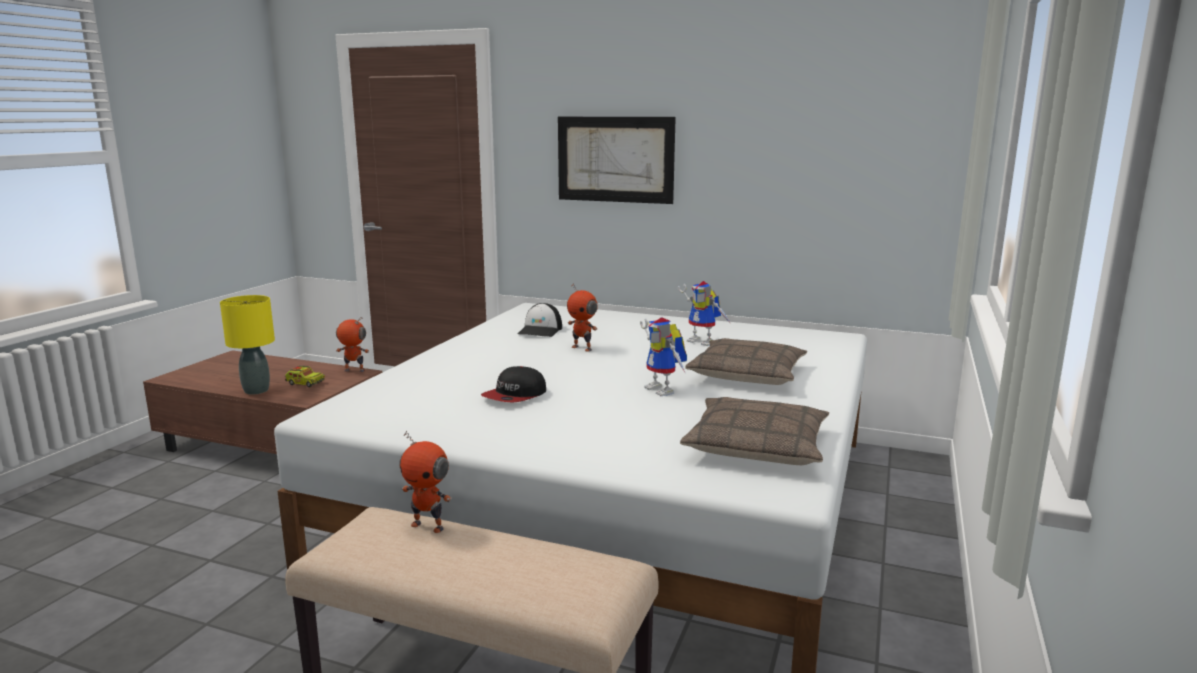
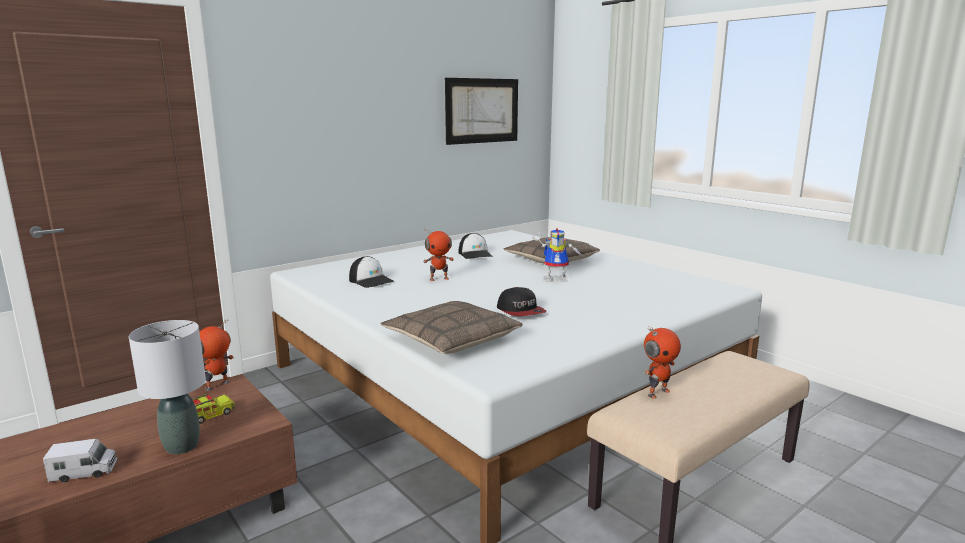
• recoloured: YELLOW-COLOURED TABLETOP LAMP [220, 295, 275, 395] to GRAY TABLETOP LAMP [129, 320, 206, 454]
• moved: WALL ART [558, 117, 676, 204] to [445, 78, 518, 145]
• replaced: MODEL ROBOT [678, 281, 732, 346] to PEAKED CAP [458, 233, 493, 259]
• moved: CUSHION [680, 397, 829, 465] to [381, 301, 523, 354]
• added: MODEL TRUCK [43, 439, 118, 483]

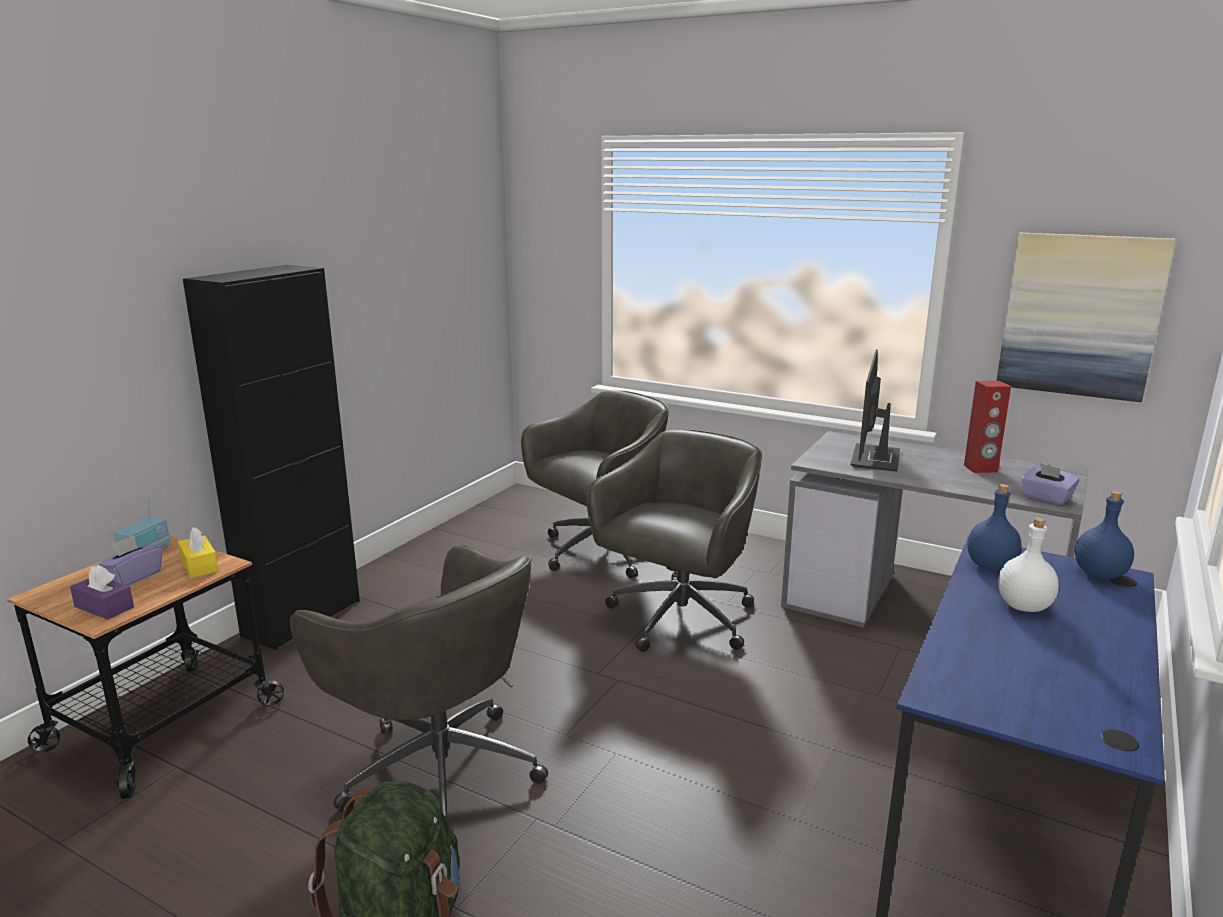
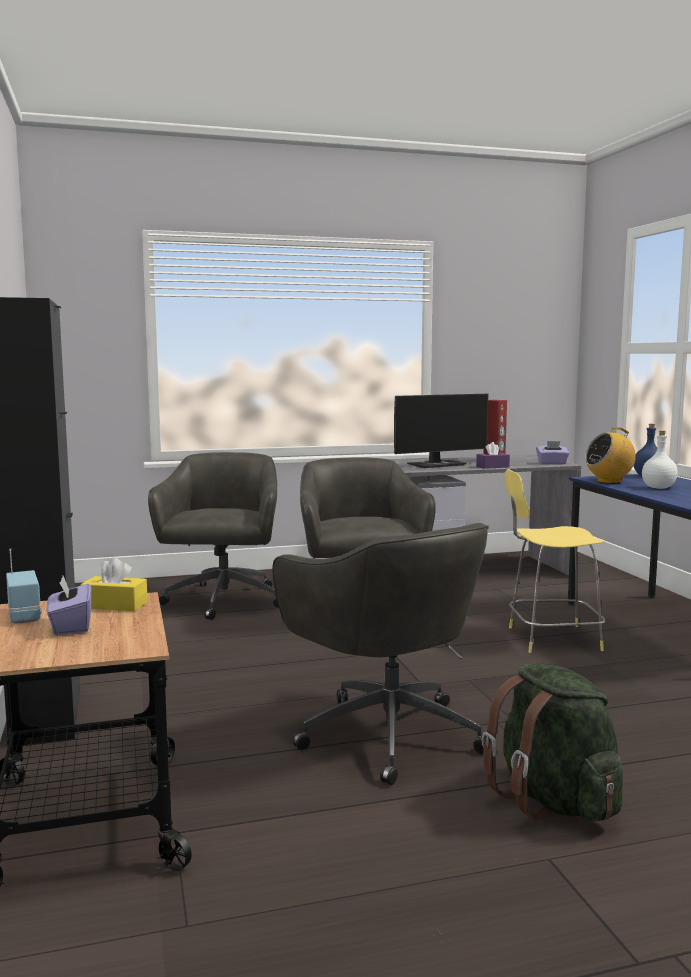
• moved: PURPLE TISSUE BOX [70, 565, 134, 620] to [476, 442, 510, 469]
• turned: GRAY OFFICE CHAIR [290, 545, 548, 819] = [272, 523, 489, 785] 60 degrees clockwise
• turned: COMPUTER DISPLAY [851, 349, 900, 472] = [394, 394, 488, 468] 90 degrees counterclockwise
• replaced: BLUISH BOTTLE [967, 484, 1022, 570] to RADIO SET [585, 427, 636, 484]
• removed: WALL ART [997, 233, 1176, 402]
• added: YELLOW-COLOURED STOOL [504, 469, 606, 653]

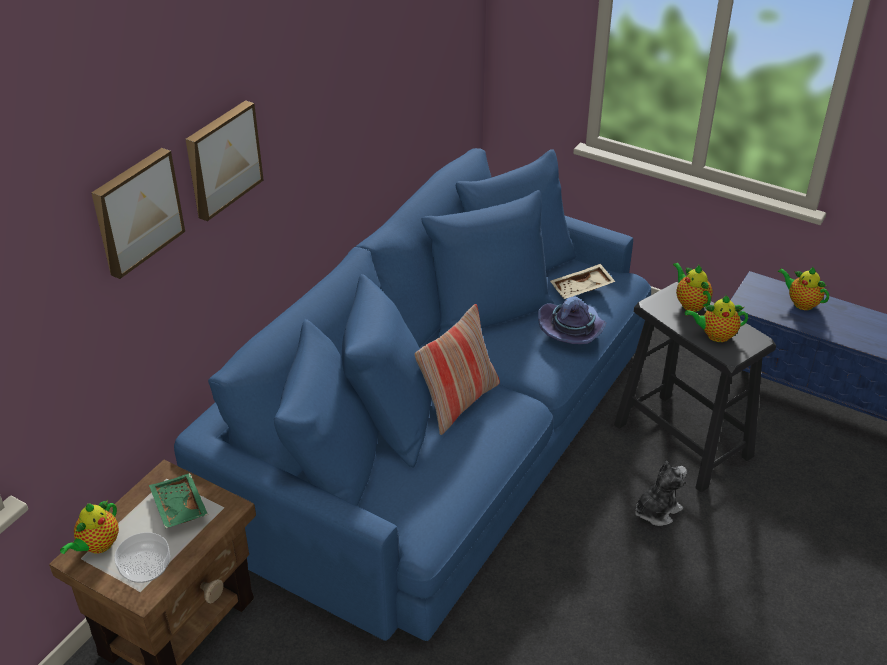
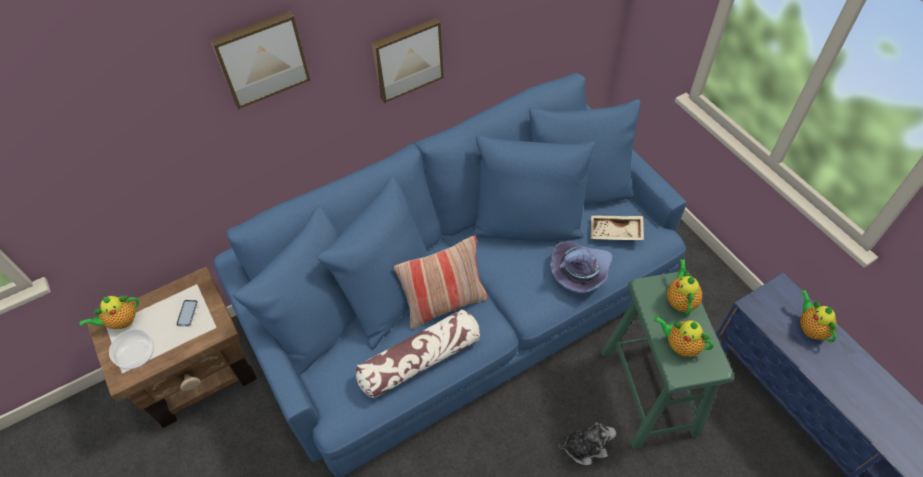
• moved: WALL ART [91, 148, 185, 279] to [372, 18, 444, 103]
• replaced: GREEN SERVING TRAY [149, 473, 208, 529] to TELEPHONE [176, 300, 198, 327]
• recoloured: BLACK-COLOURED STOOL [614, 282, 776, 492] to GREEN STOOL [601, 272, 734, 448]
• added: CUSHION [356, 309, 480, 399]

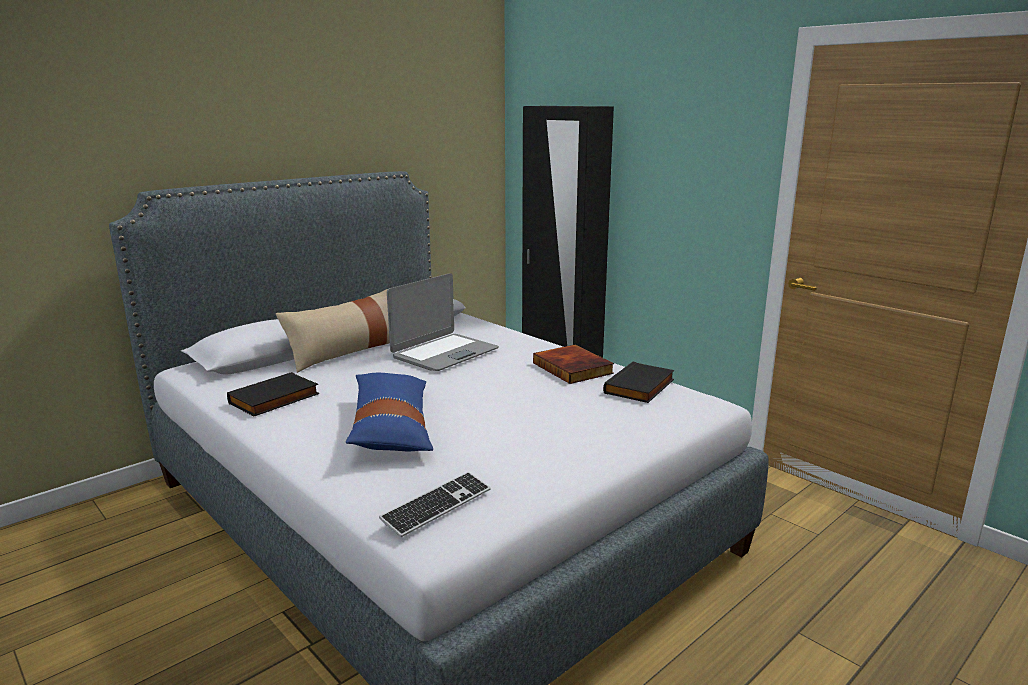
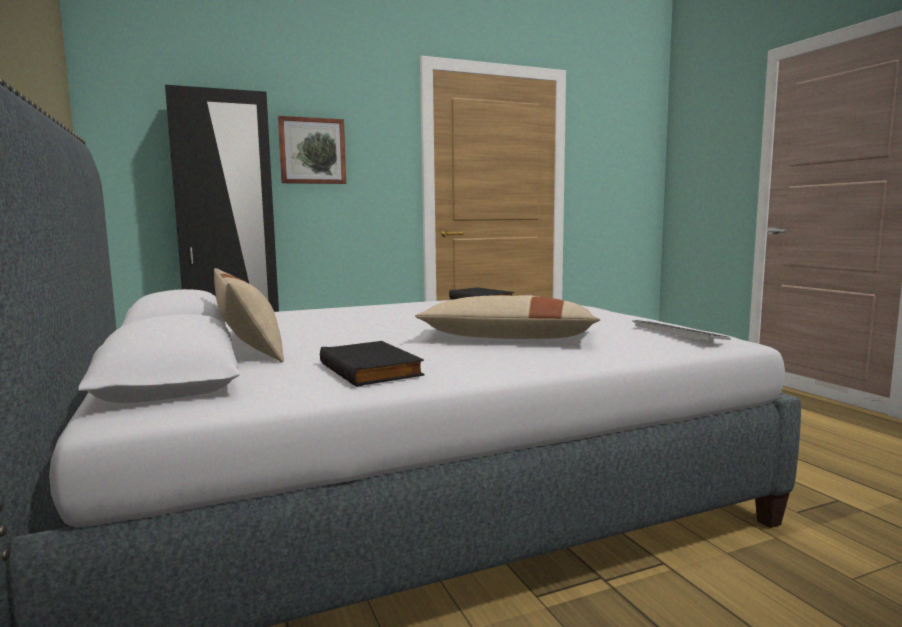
• recoloured: BLUISH CUSHION [346, 373, 433, 451] to BEIGE-COLOURED CUSHION [415, 295, 601, 339]
• removed: LAPTOP [387, 274, 499, 371]
• removed: BOUND BOOK [533, 345, 614, 384]
• added: WALL ART [278, 116, 346, 184]

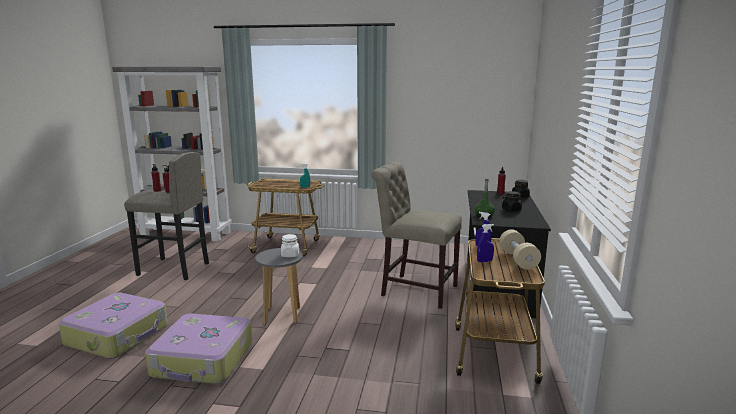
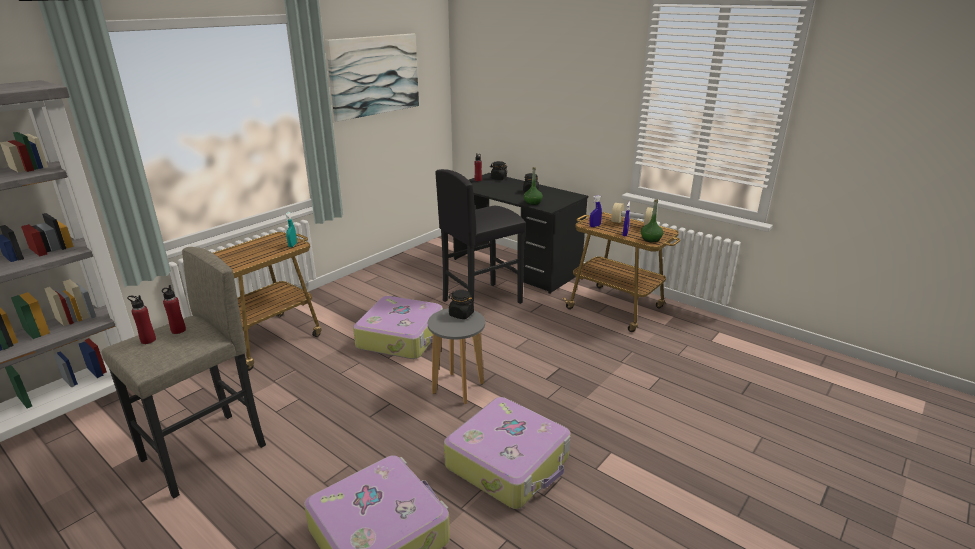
• recoloured: WHITE-COLOURED PRESERVE JAR [281, 234, 299, 257] to BLACK-COLOURED PRESERVE JAR [448, 290, 474, 319]
• replaced: BEIGE-COLOURED CHAIR [371, 161, 462, 309] to BLACK-COLOURED STOOL [435, 169, 526, 305]
• added: WALL ART [325, 34, 419, 122]
• added: PIECE OF LUGGAGE [353, 296, 443, 359]
• added: GREEN BOTTLE [641, 199, 663, 242]

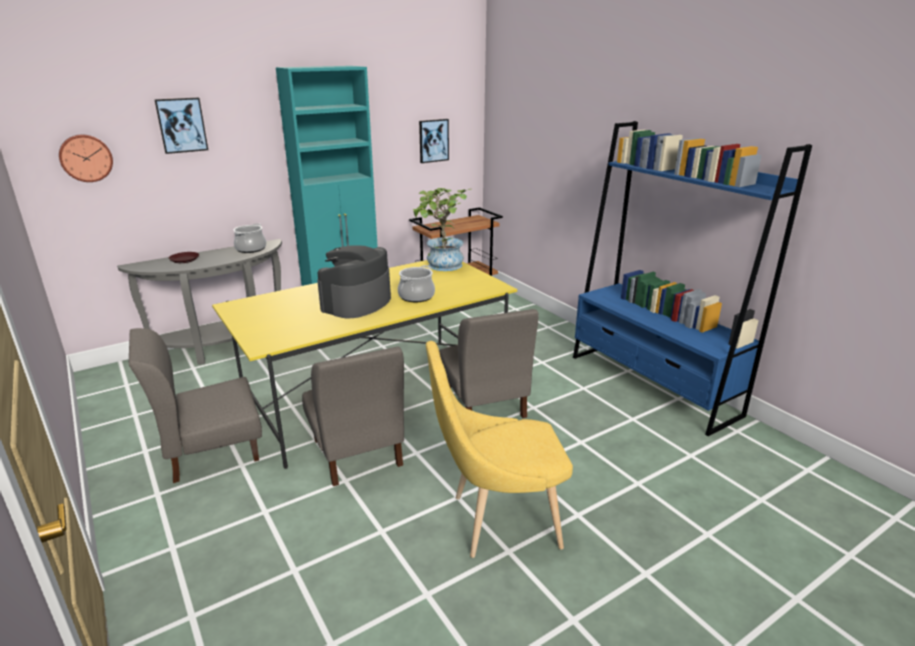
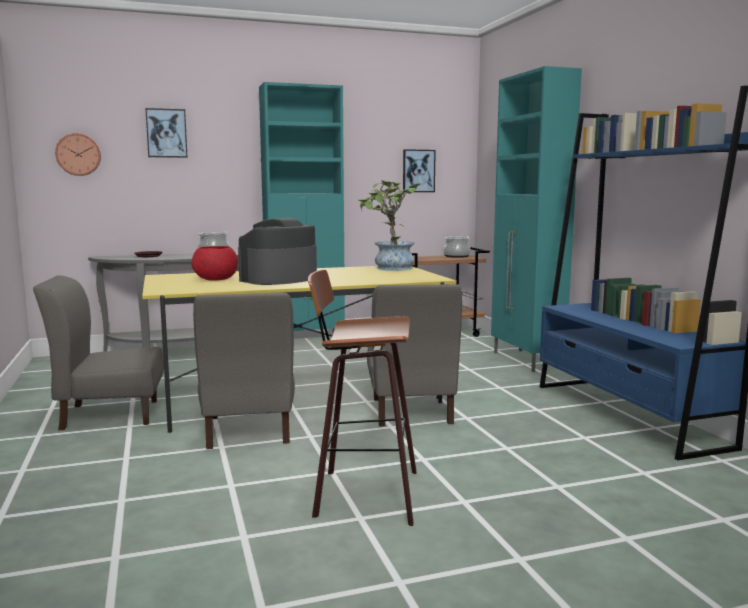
• moved: COOKING POT [398, 265, 435, 302] to [443, 236, 471, 258]
• replaced: YELLOW-COLOURED CHAIR [426, 341, 573, 558] to STOOL [308, 270, 416, 526]
• added: REDDISH BOWL [191, 246, 238, 281]
• added: TURQUOISE-COLOURED STORAGE CABINET [491, 66, 582, 372]

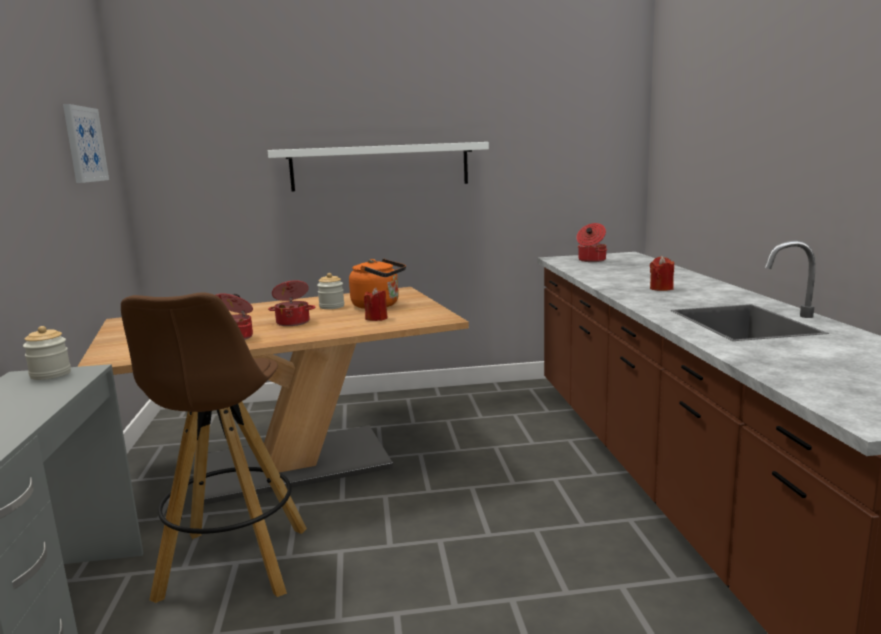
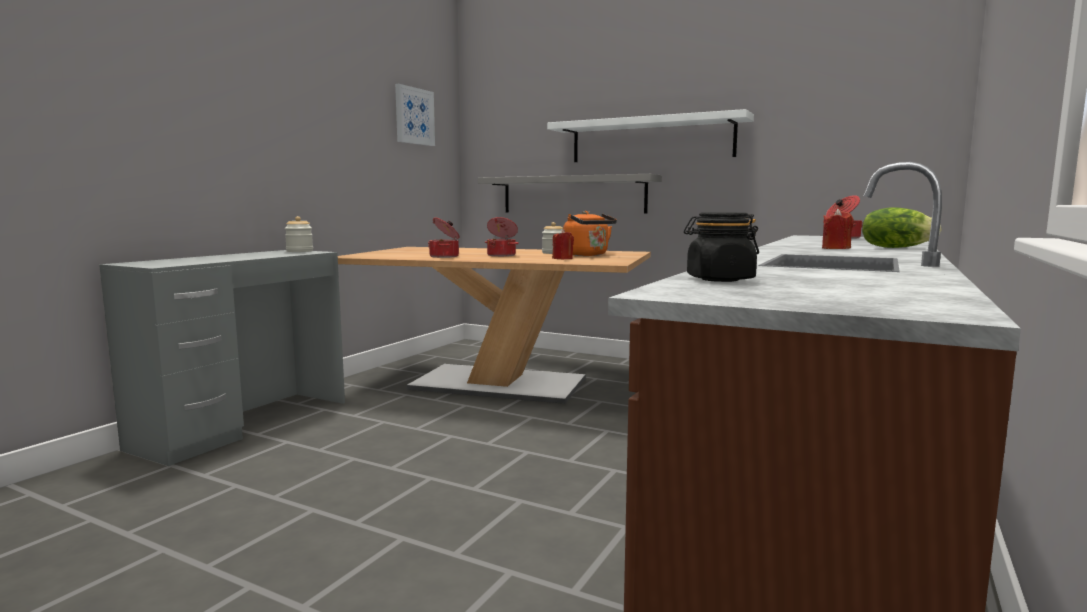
• removed: BROWN STOOL [121, 292, 307, 603]
• added: GRAY SHELF [478, 174, 662, 214]
• added: BLACK-COLOURED PRESERVE JAR [684, 212, 759, 282]
• added: HEAD OF LETTUCE [862, 207, 941, 248]

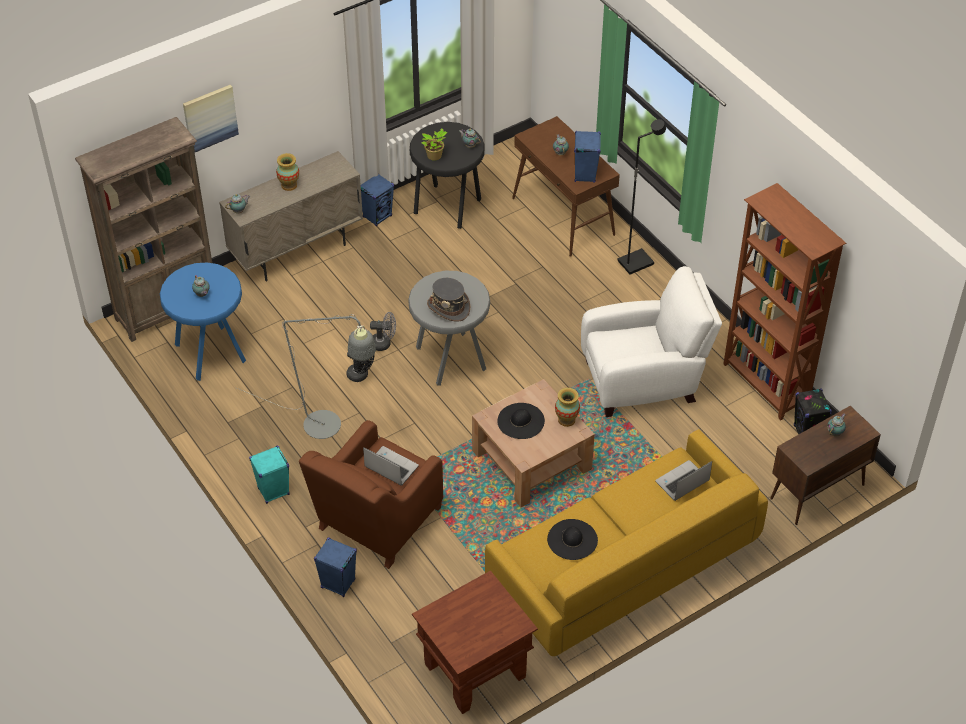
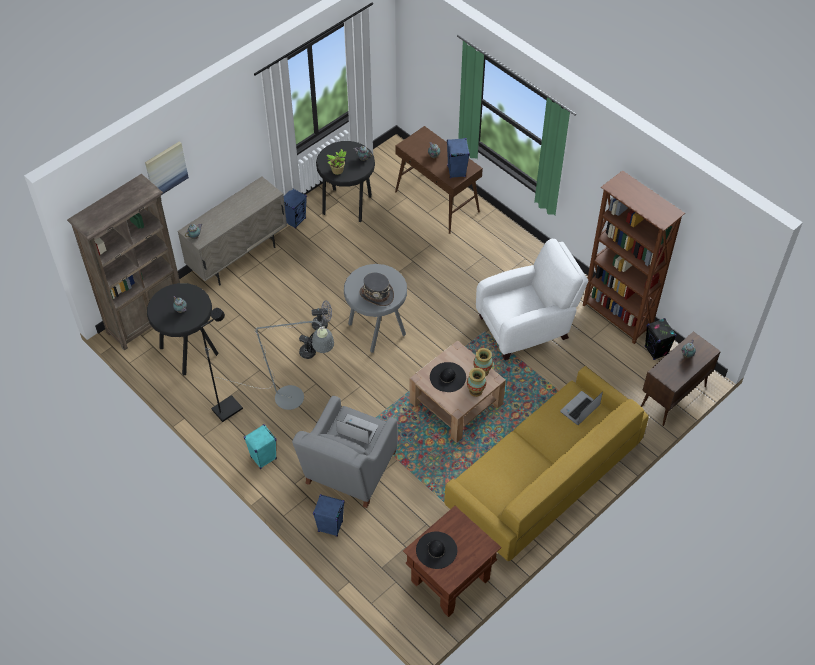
• recoloured: BLUISH STOOL [160, 263, 246, 381] to BLACK-COLOURED STOOL [147, 283, 219, 375]
• moved: DECORATIVE VASE [276, 153, 299, 191] to [467, 368, 486, 397]
• recoloured: BROWN EASY CHAIR [299, 420, 443, 569] to GRAY EASY CHAIR [292, 396, 398, 508]
• moved: BLACK-COLOURED WEARABLE HAT [547, 519, 598, 560] to [416, 531, 457, 569]
• moved: BLACK-COLOURED STANDARD LAMP [617, 119, 666, 275] to [201, 308, 243, 422]

